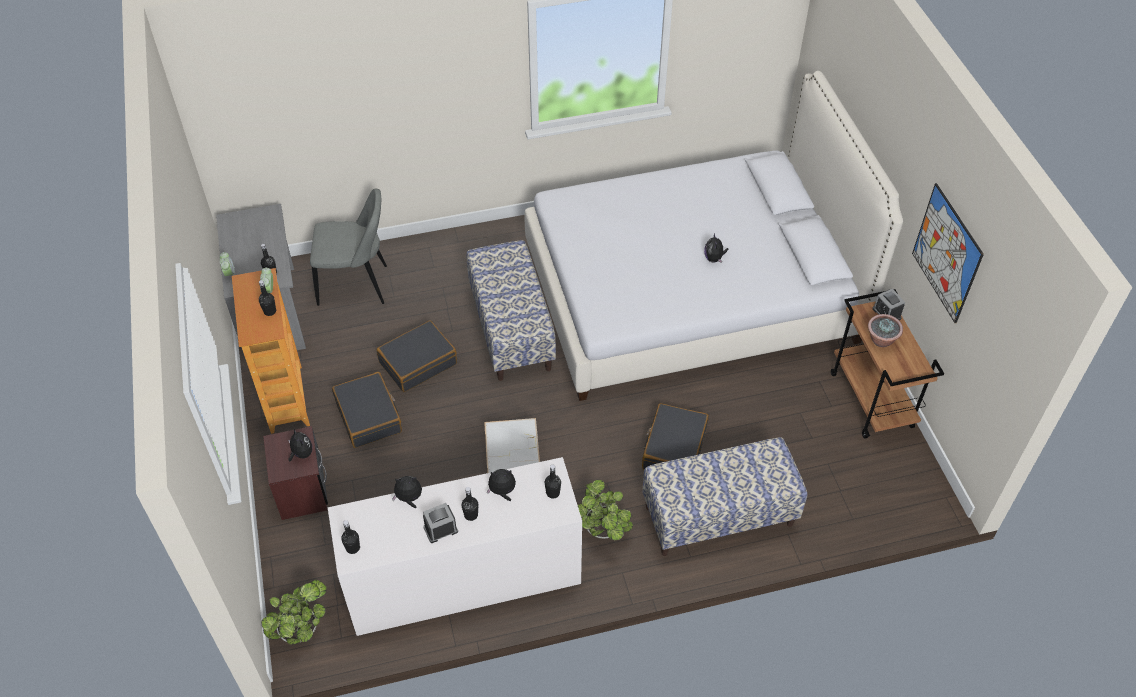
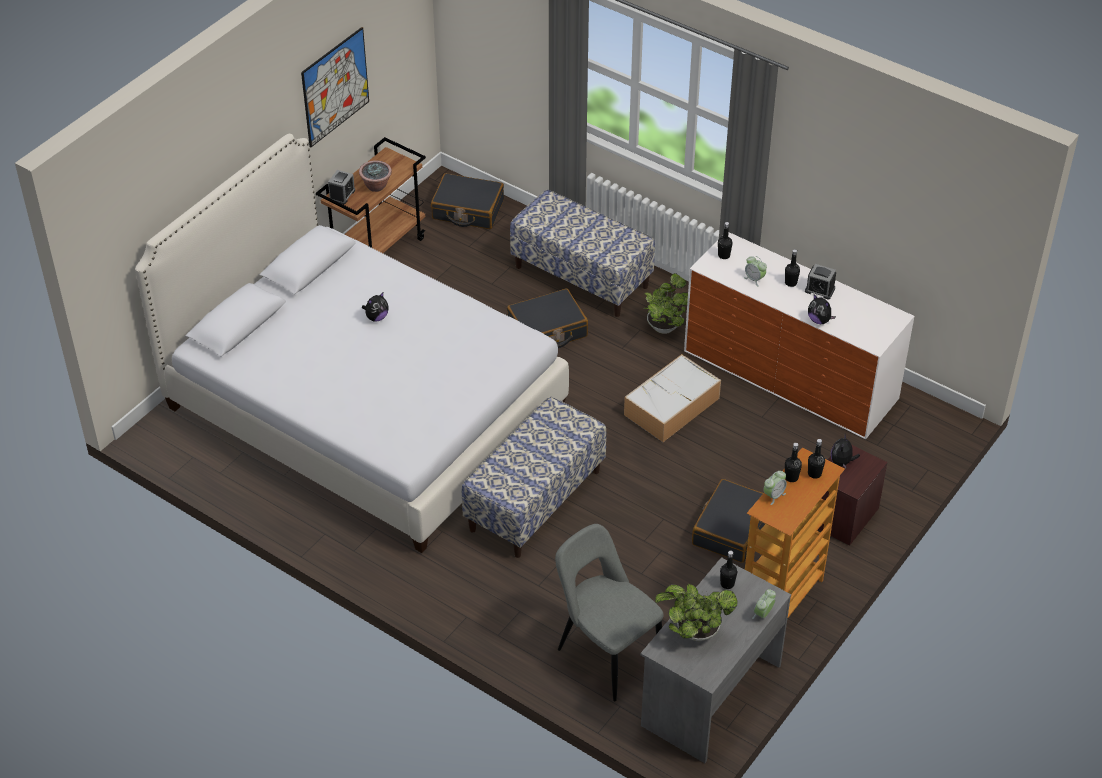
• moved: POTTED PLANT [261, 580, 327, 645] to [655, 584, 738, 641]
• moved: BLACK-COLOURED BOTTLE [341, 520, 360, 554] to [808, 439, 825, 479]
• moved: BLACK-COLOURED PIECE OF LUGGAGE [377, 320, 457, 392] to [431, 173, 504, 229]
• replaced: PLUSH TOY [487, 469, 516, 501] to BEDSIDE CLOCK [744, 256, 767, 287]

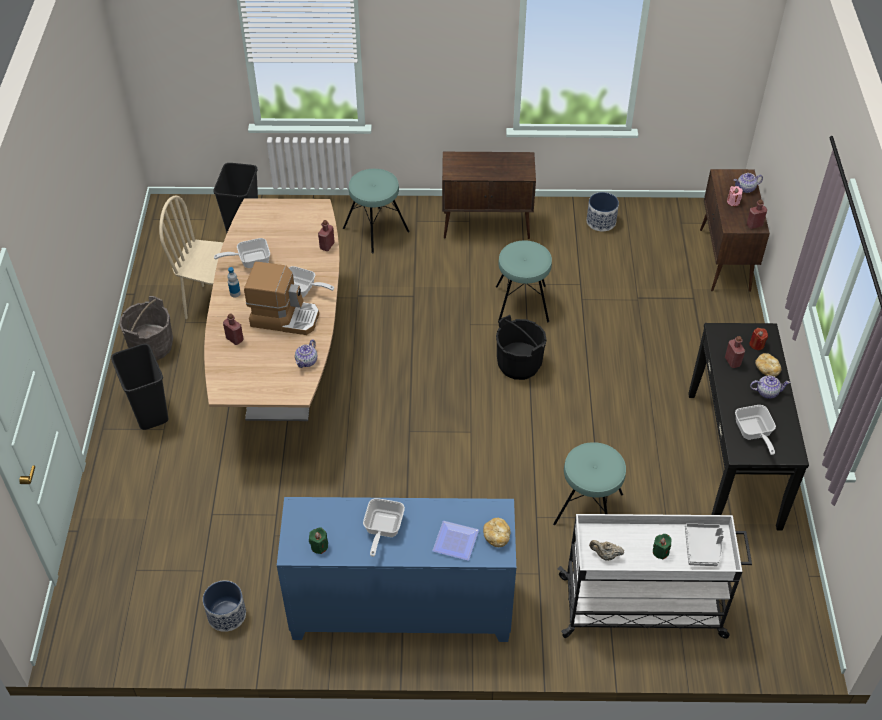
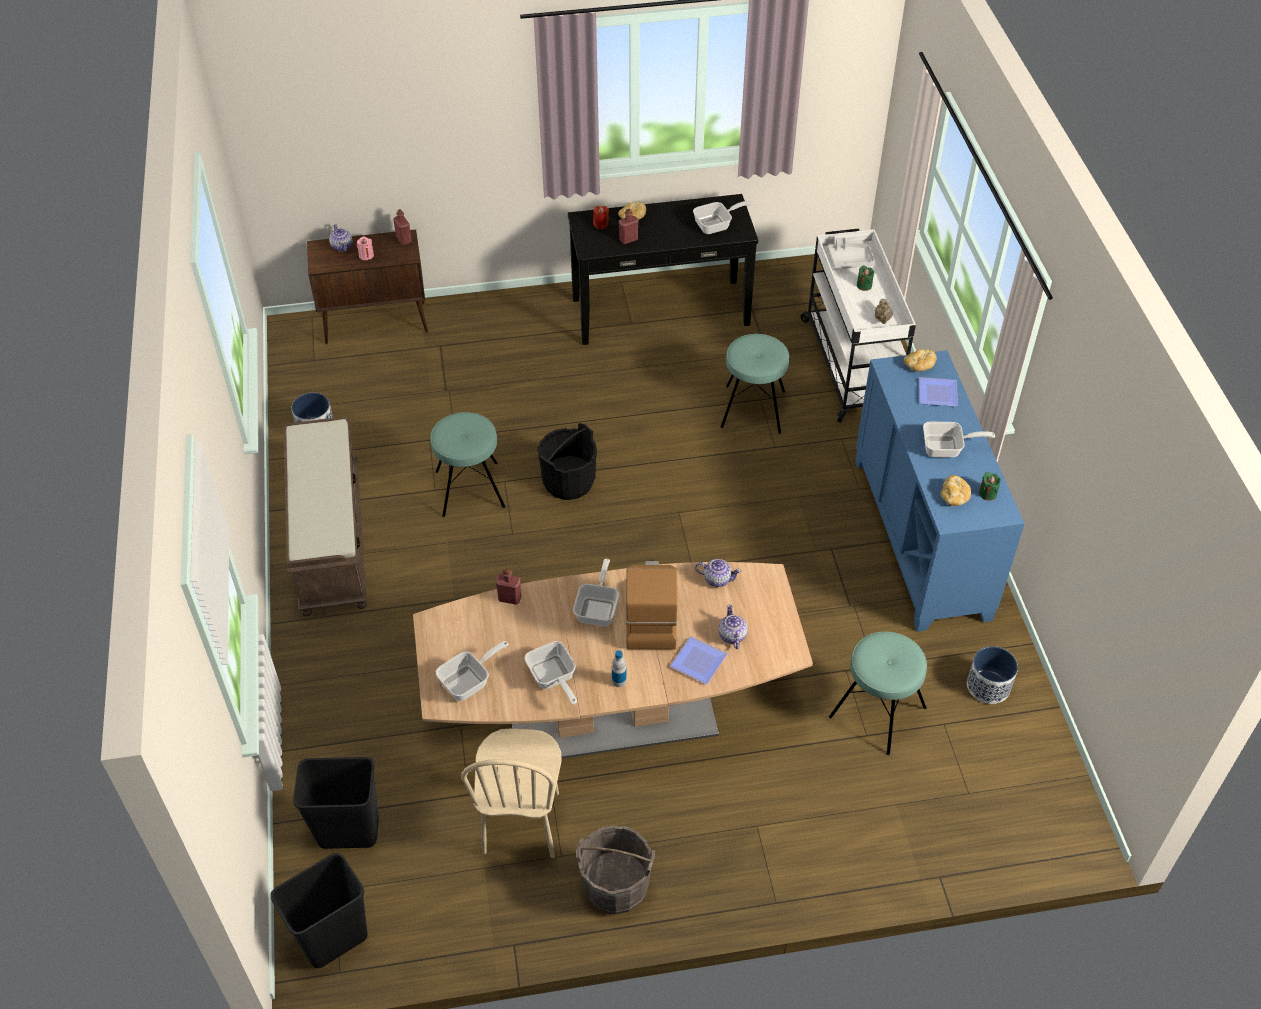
• moved: BLACK-COLOURED TRASH CAN [111, 344, 168, 430] to [271, 853, 368, 968]
• replaced: REDDISH BOTTLE [223, 313, 244, 345] to FLAT DISH [670, 636, 727, 684]
• moved: TURQUOISE-COLOURED STOOL [343, 169, 410, 254] to [829, 632, 927, 755]
• replaced: BROWN STORAGE CABINET [442, 152, 536, 239] to BROWN LONG SEAT [284, 418, 367, 616]
• moved: TEA POT [750, 376, 790, 399] to [719, 604, 748, 649]
• added: PAN [436, 641, 509, 701]
• added: BAKERY BREAD [941, 475, 971, 506]

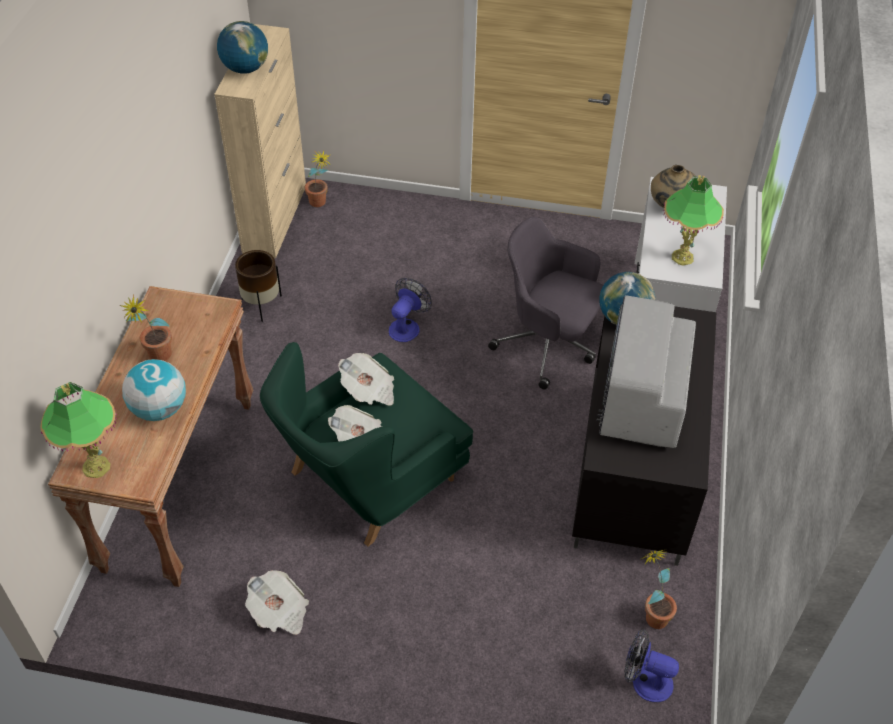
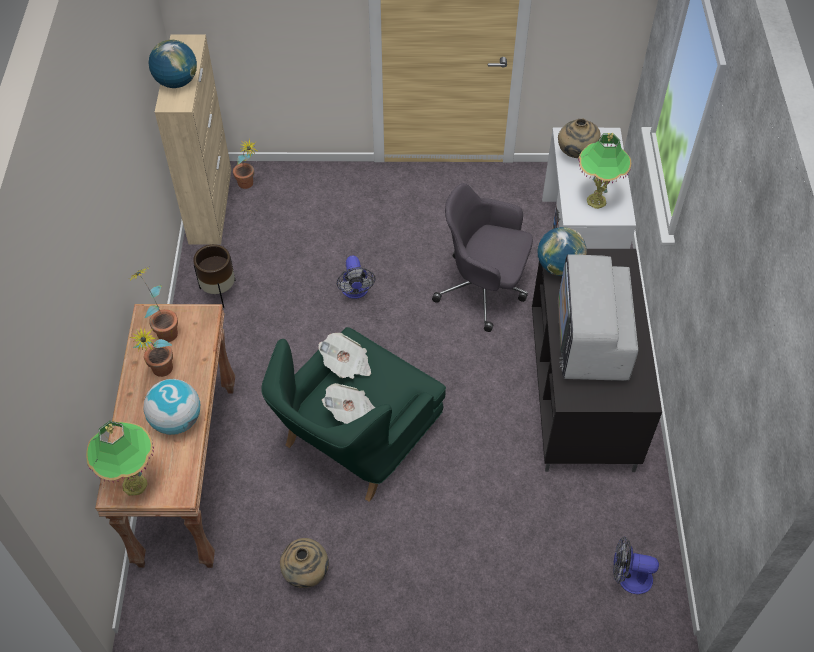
• replaced: PRINTED PAPER [245, 570, 309, 635] to BEIGE-COLOURED DECORATIVE VASE [280, 538, 329, 588]
• turned: FAN [389, 278, 432, 342] = [337, 256, 376, 299] 150 degrees clockwise
• moved: POTTED PLANT [642, 550, 677, 629] to [129, 267, 178, 342]

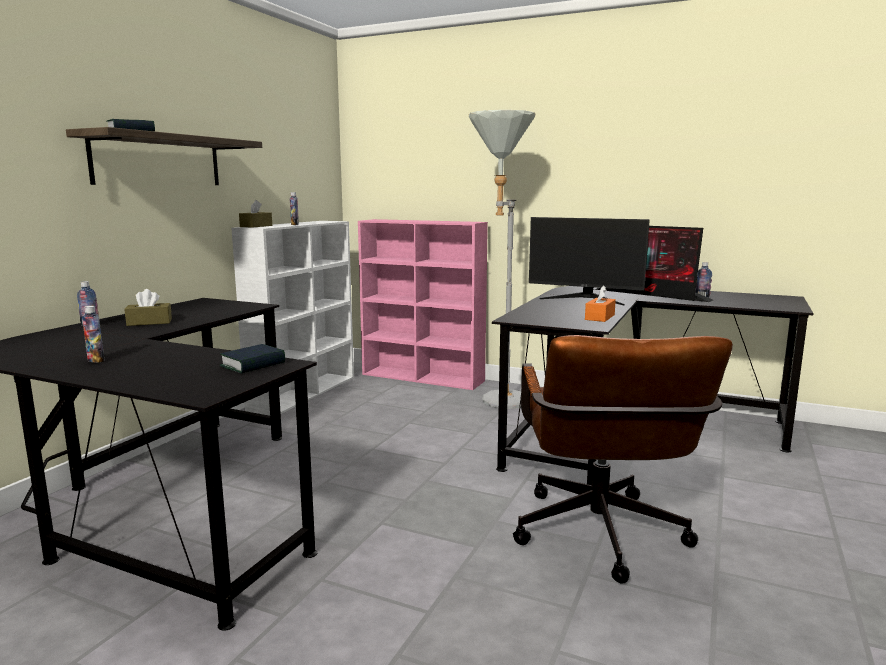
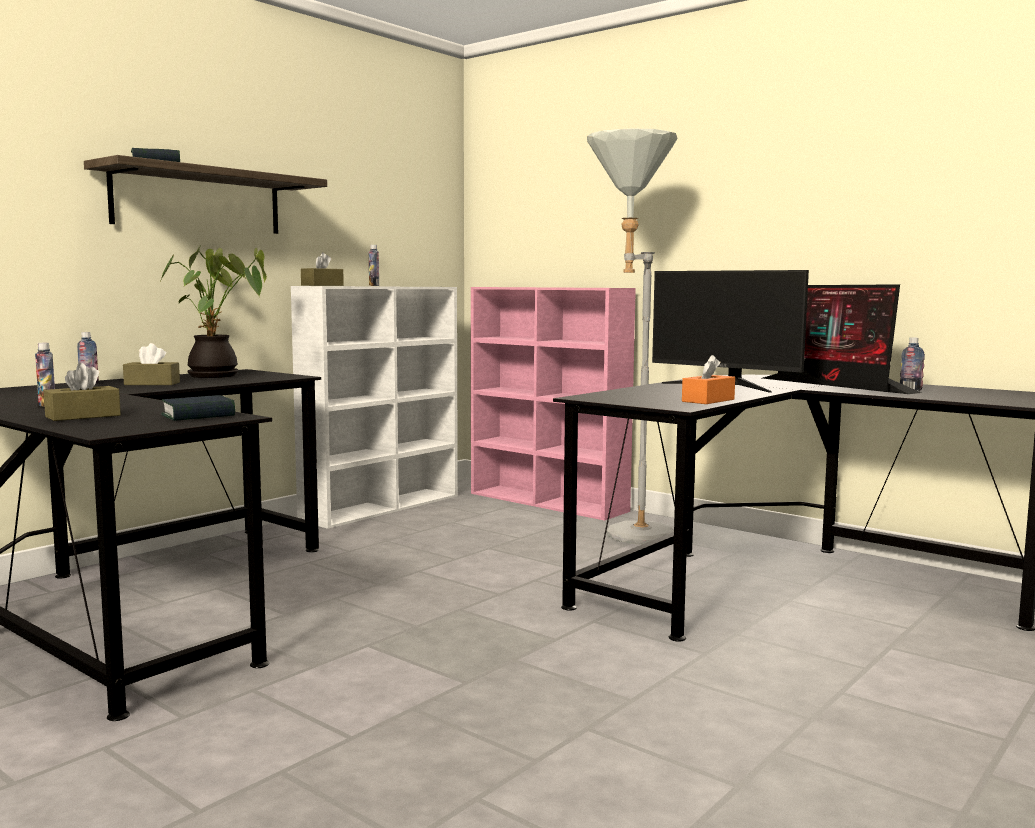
• removed: BROWN OFFICE CHAIR [513, 335, 733, 584]
• added: BROWN TISSUE BOX [44, 363, 121, 421]
• added: POTTED PLANT [161, 245, 267, 378]

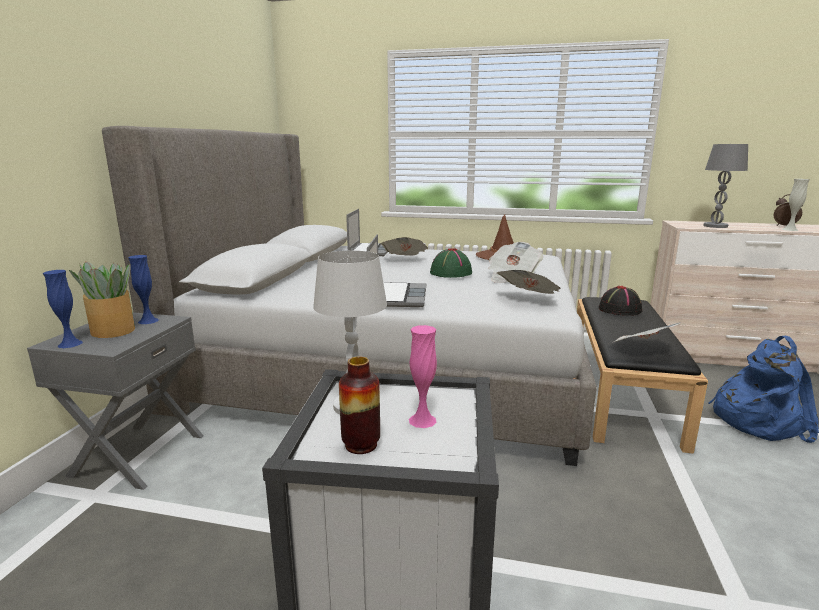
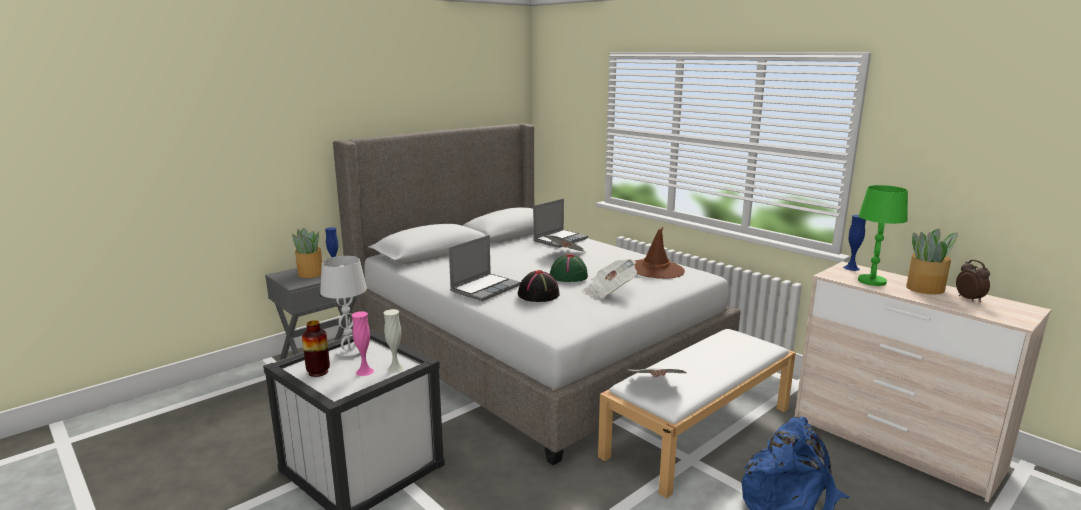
• moved: BLUISH DECORATIVE VASE [43, 270, 83, 348] to [843, 215, 866, 271]
• removed: PRINTED PAPER [497, 270, 561, 294]
• recoloured: BLACK-COLOURED LONG SEAT [577, 297, 708, 454] to WHITE-COLOURED LONG SEAT [598, 329, 796, 499]
• moved: BLACK-COLOURED WEARABLE HAT [598, 286, 642, 316] to [518, 270, 560, 302]
• recoloured: GRAY TABLETOP LAMP [703, 144, 748, 228] to GREEN TABLETOP LAMP [858, 185, 908, 286]
• moved: WHITE-COLOURED DECORATIVE VASE [782, 179, 810, 231] to [383, 309, 405, 373]
• added: POTTED PLANT [906, 229, 958, 295]

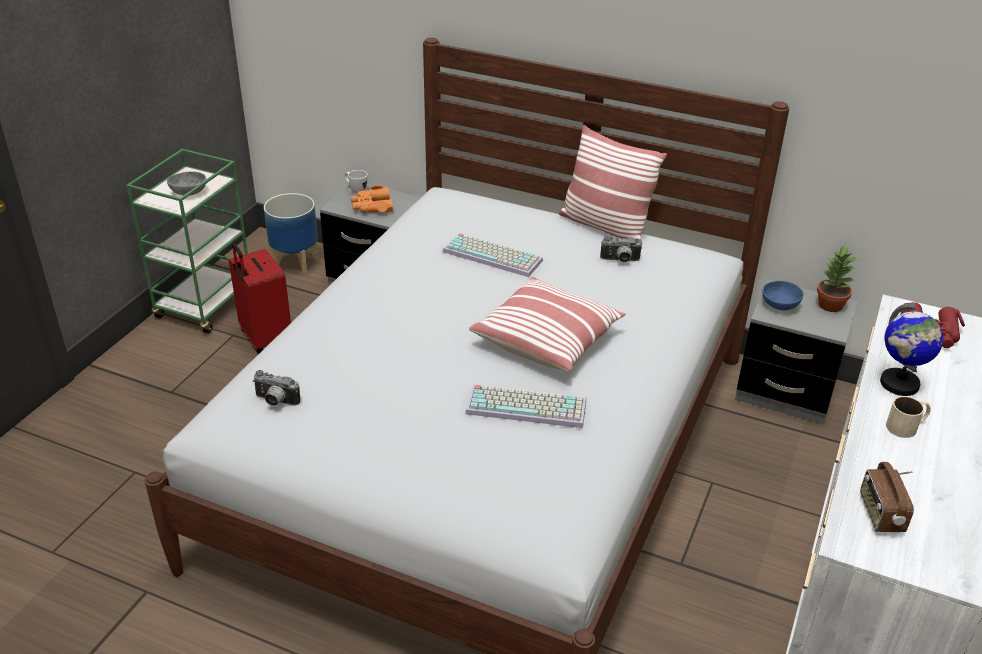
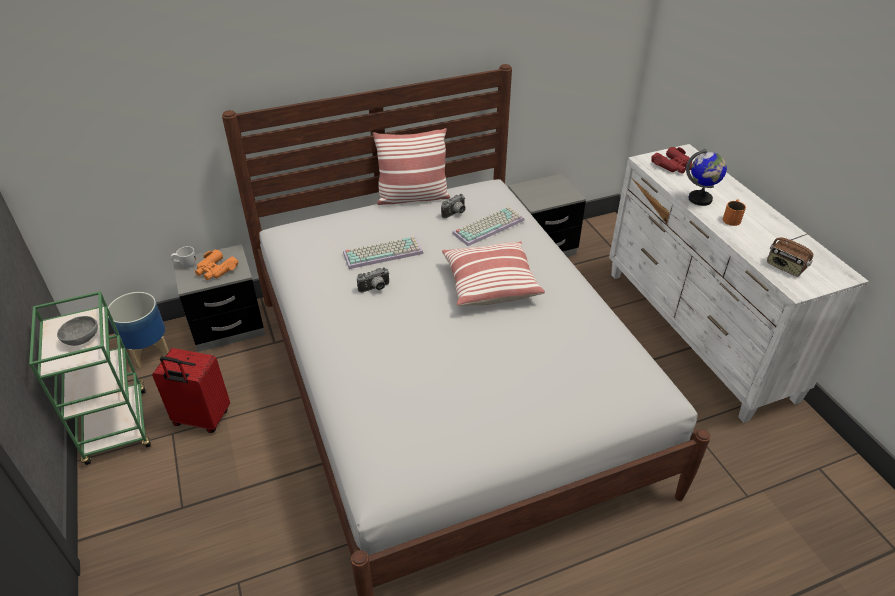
• moved: STILL CAMERA [253, 370, 300, 406] to [357, 267, 390, 293]
• moved: PC KEYBOARD [465, 384, 586, 428] to [452, 207, 525, 246]
• removed: BLUISH BOWL [762, 281, 804, 311]
• removed: POTTED PLANT [817, 244, 858, 312]
• recoloured: BEIGE-COLOURED COFFEE MUG [886, 396, 931, 438] to ORANGE COFFEE MUG [723, 200, 746, 226]

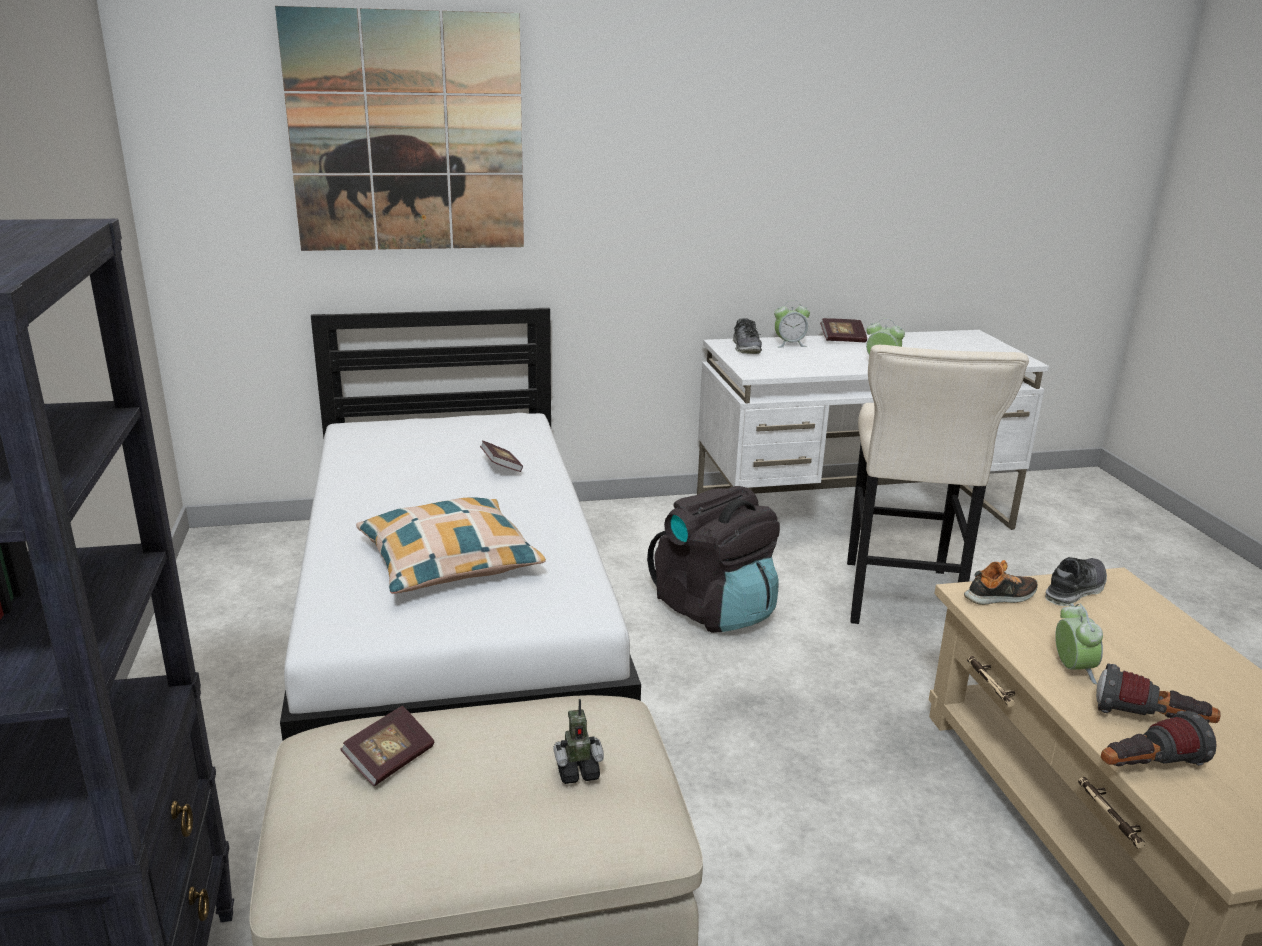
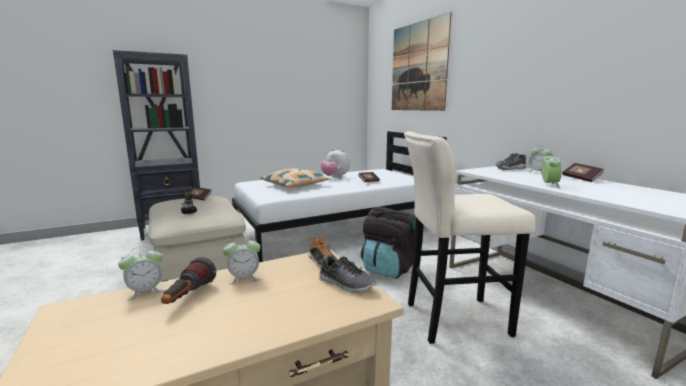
• replaced: FLASHLIGHT [1101, 711, 1217, 766] to BEDSIDE CLOCK [118, 246, 164, 300]
• added: PLUSH TOY [320, 149, 350, 178]

